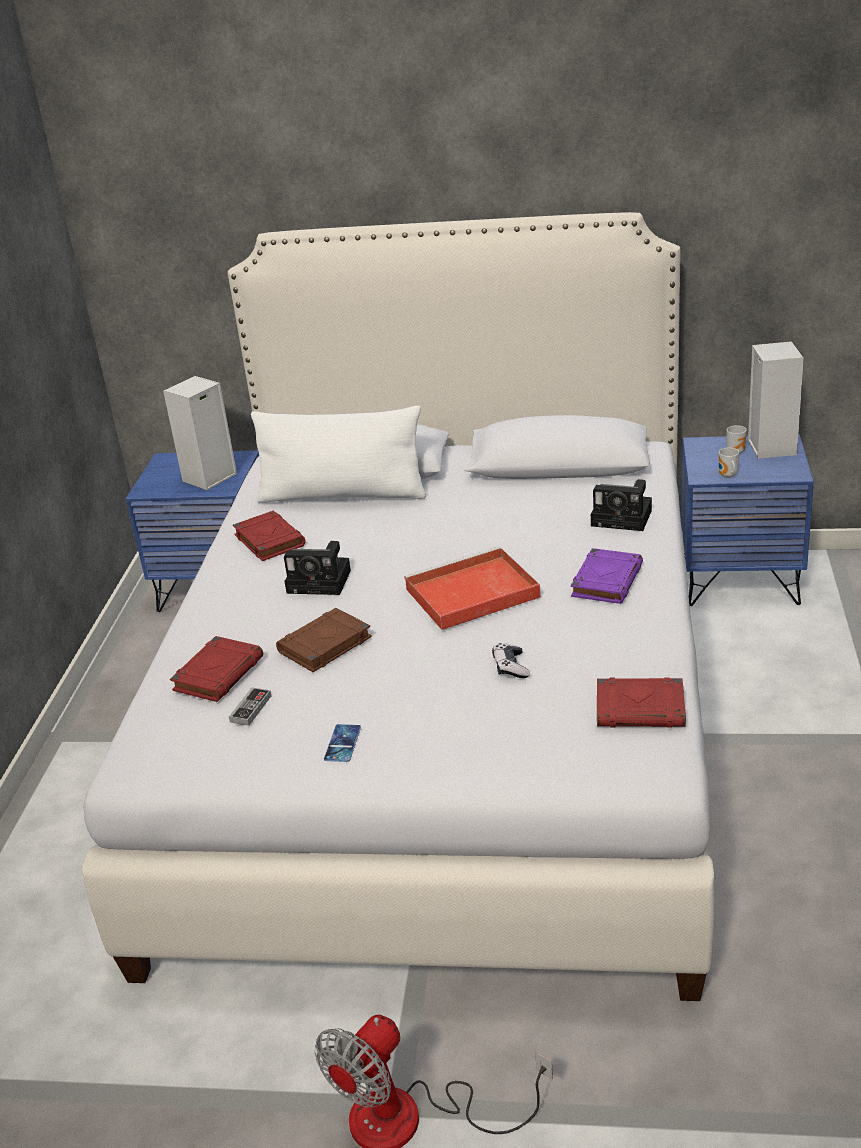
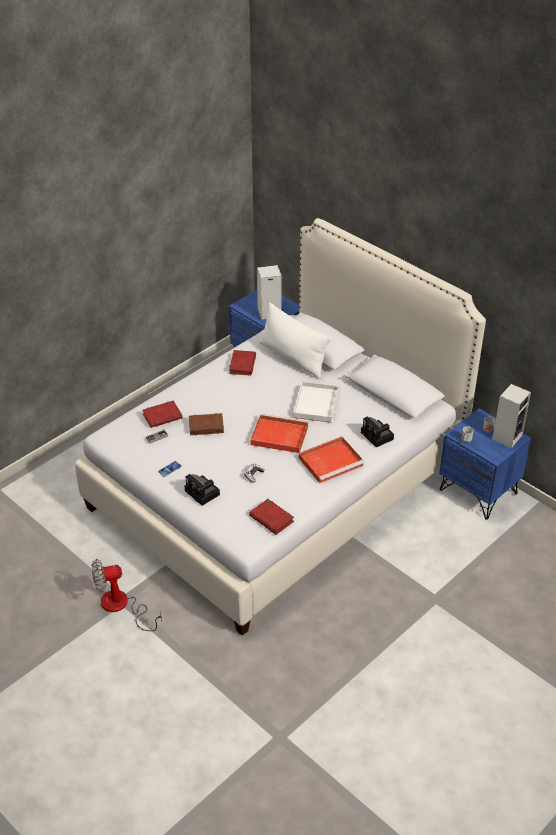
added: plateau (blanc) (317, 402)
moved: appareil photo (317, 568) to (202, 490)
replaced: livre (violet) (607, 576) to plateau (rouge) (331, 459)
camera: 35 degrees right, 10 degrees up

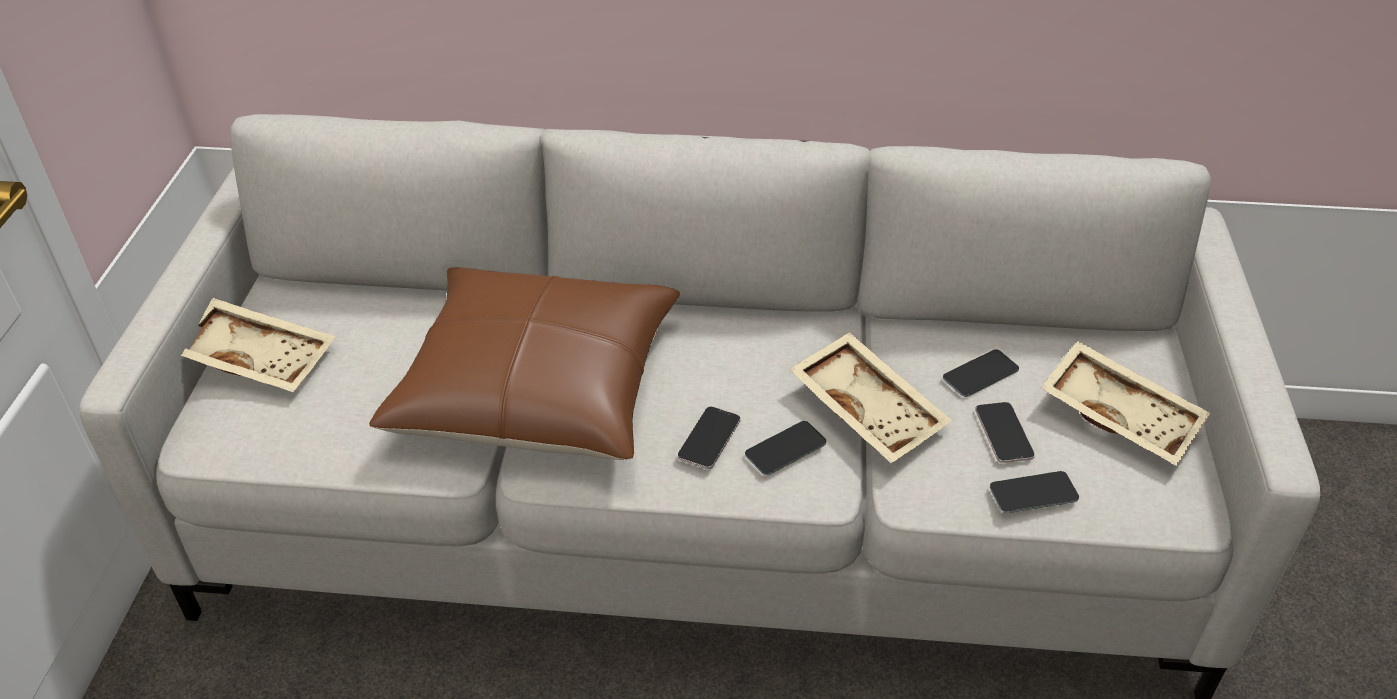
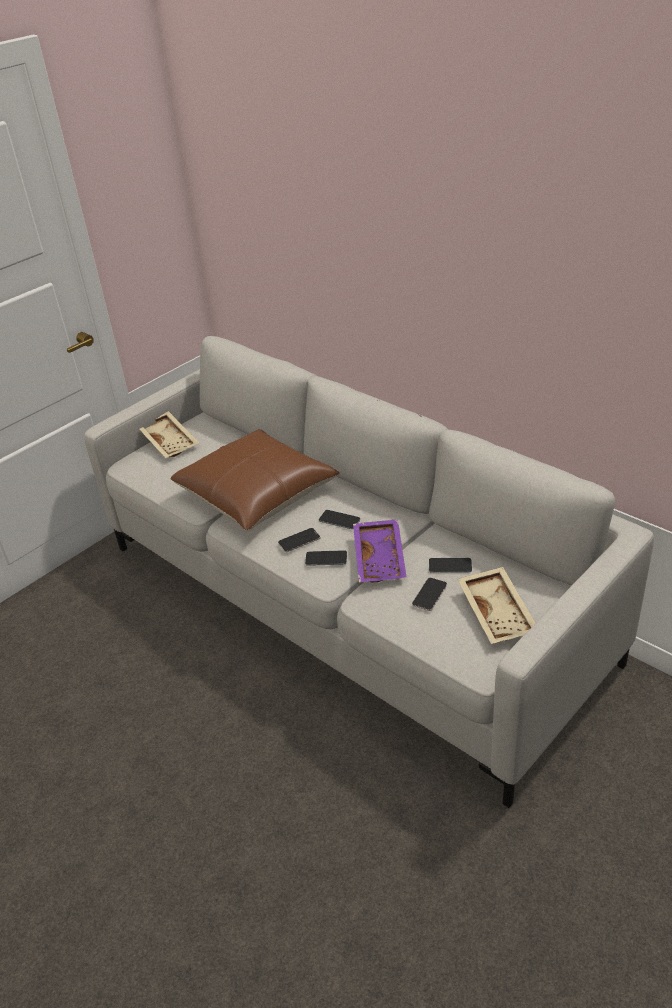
moved: téléphone (1034, 492) to (339, 519)
recoloured: plateau (beige) (870, 398) to plateau (violet) (380, 551)
camera: 40 degrees right, 5 degrees down

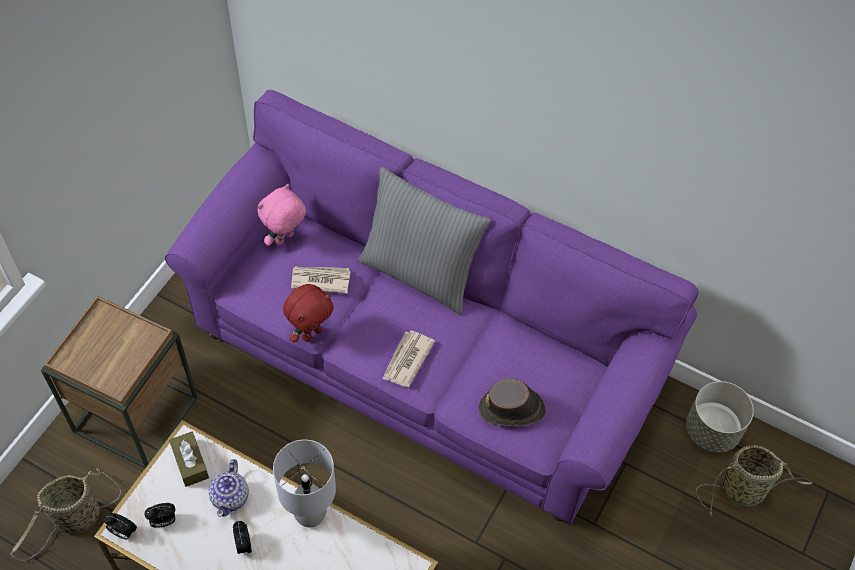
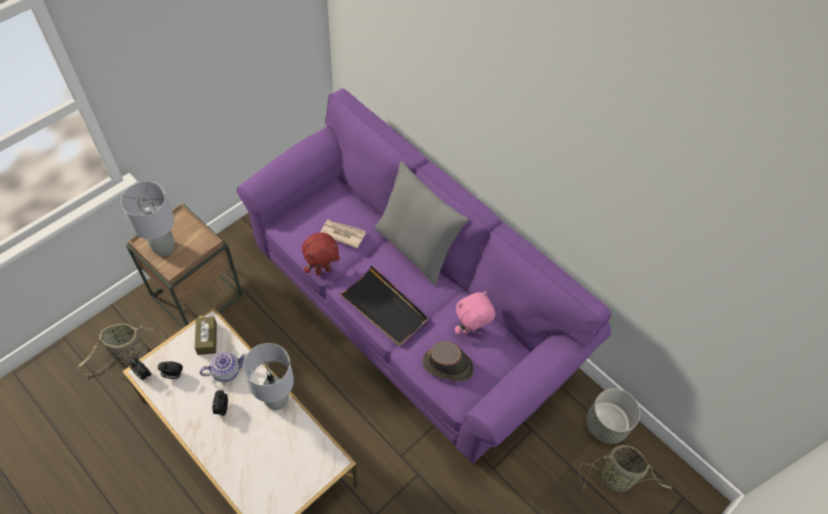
added: lampe de table (gris) (147, 218)
moved: peluche (rose) (281, 215) to (475, 312)
replaced: journal (408, 359) to plateau (noir) (383, 305)
turned: théière (228, 488) = (223, 367) 135 degrees counterclockwise
camera: 15 degrees right, 0 degrees up

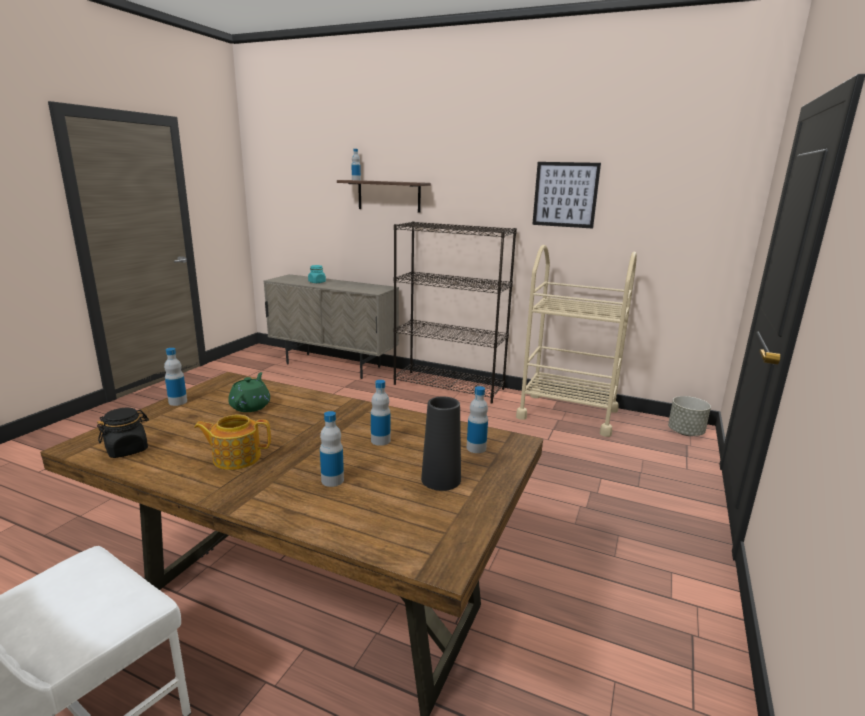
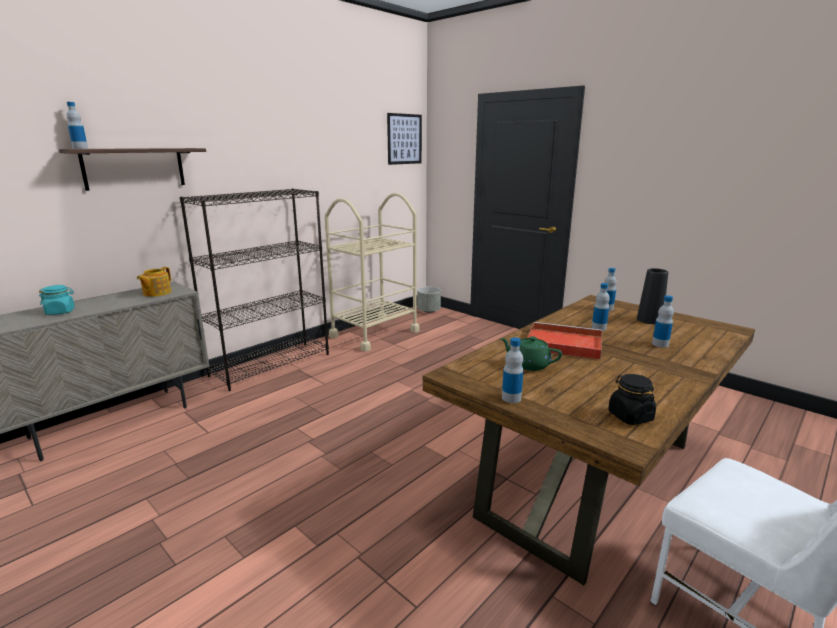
added: plateau (rouge) (564, 341)
moved: théière (232, 442) to (154, 282); tableau (566, 195) to (404, 139)
camera: 70 degrees left, 0 degrees up

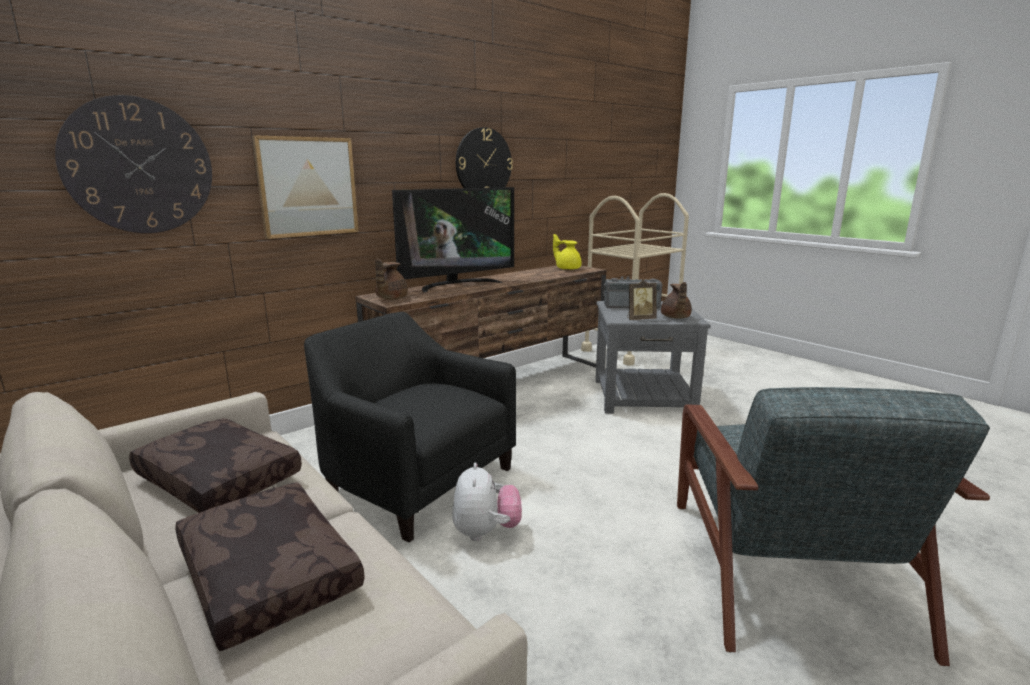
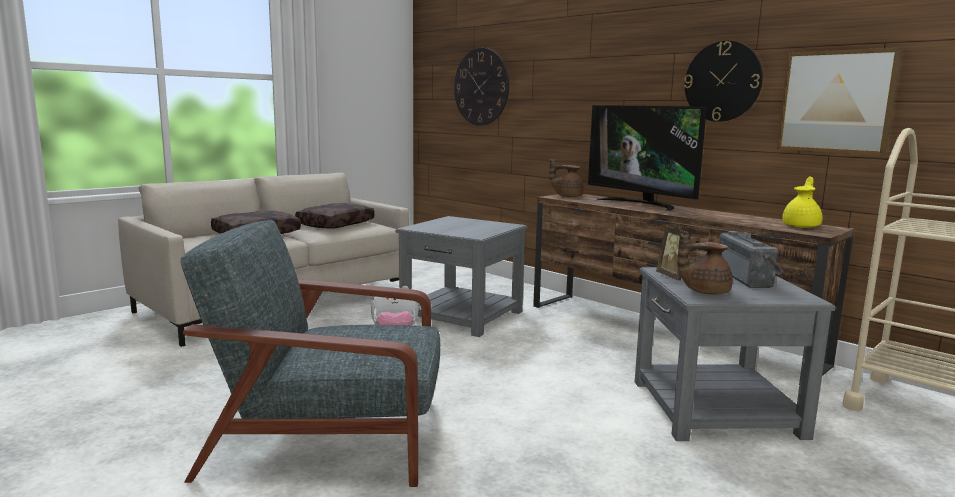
moved: tableau (305, 187) to (839, 101)
replaced: fauteuil (noir) (410, 427) to table d'appoint (gris) (461, 276)
camera: 85 degrees right, 5 degrees down

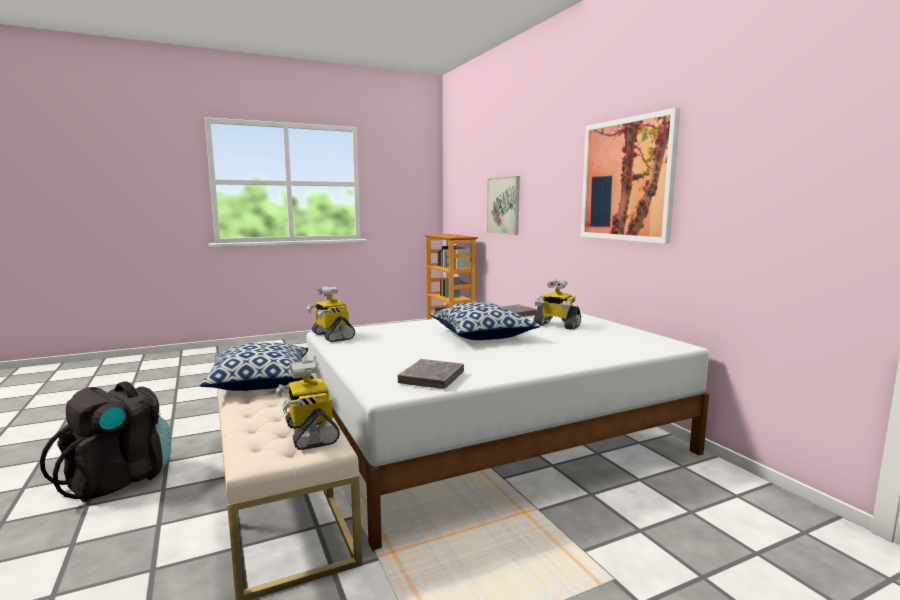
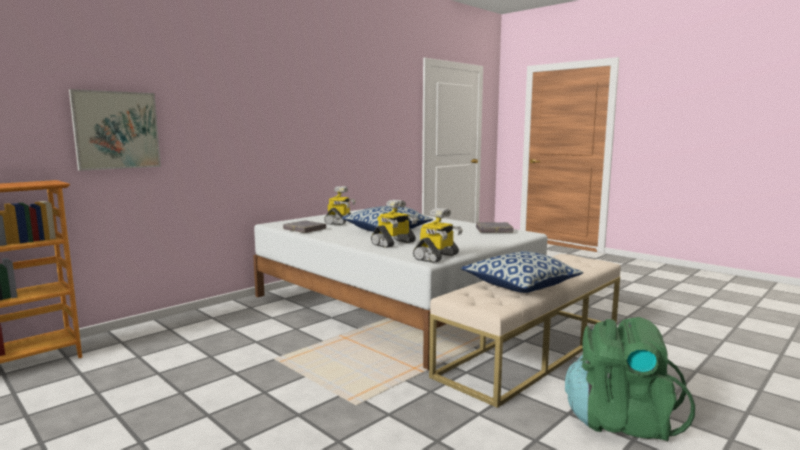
removed: tableau (630, 176)
moved: robot jouet (308, 405) to (394, 224)
recoloured: sac à dos (noir) (105, 442) to sac à dos (vert) (630, 379)
camera: 110 degrees left, 0 degrees up

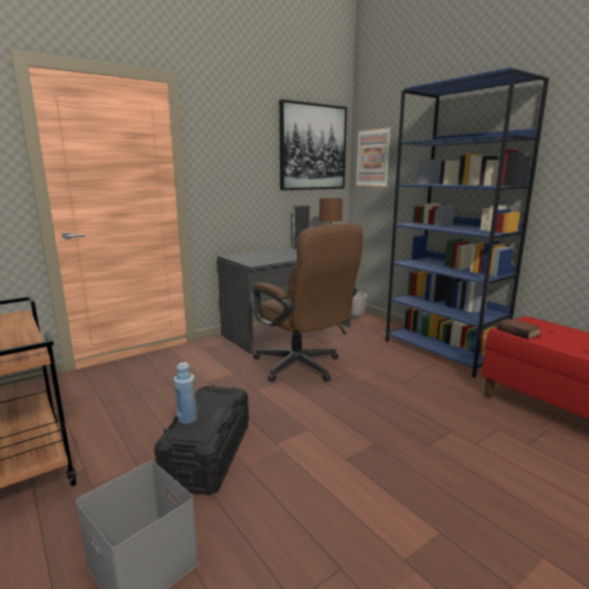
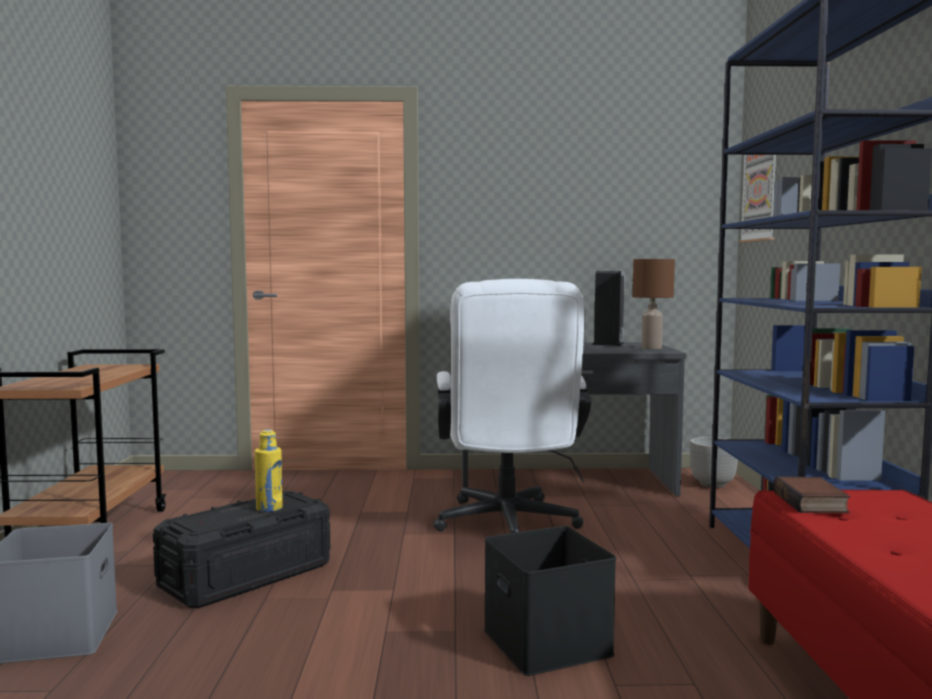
removed: bouteille (bleu) (186, 393); tableau (313, 144)
added: bouteille (jaune) (269, 470); boîte de rangement (noir) (550, 601)
recoloured: chaise de bureau (marron) (308, 303) to chaise de bureau (blanc) (512, 406)
camera: 35 degrees right, 10 degrees down

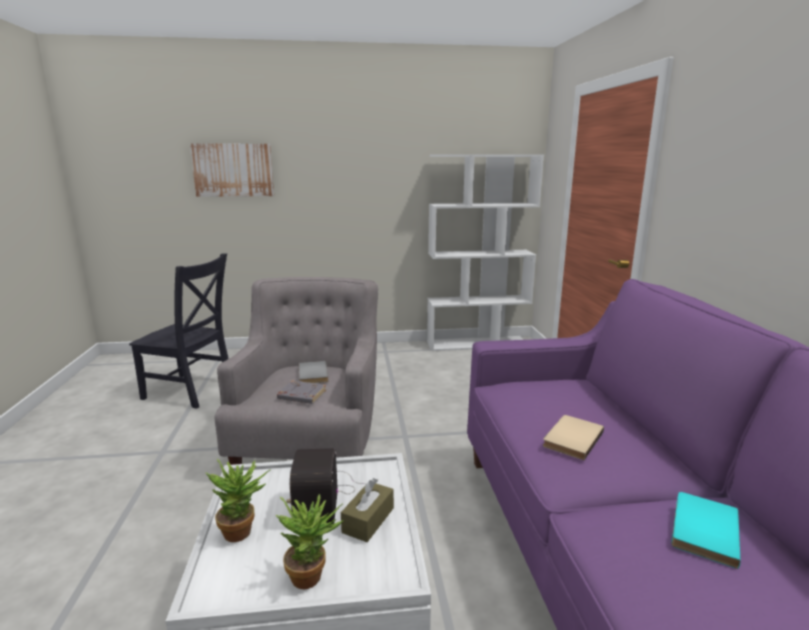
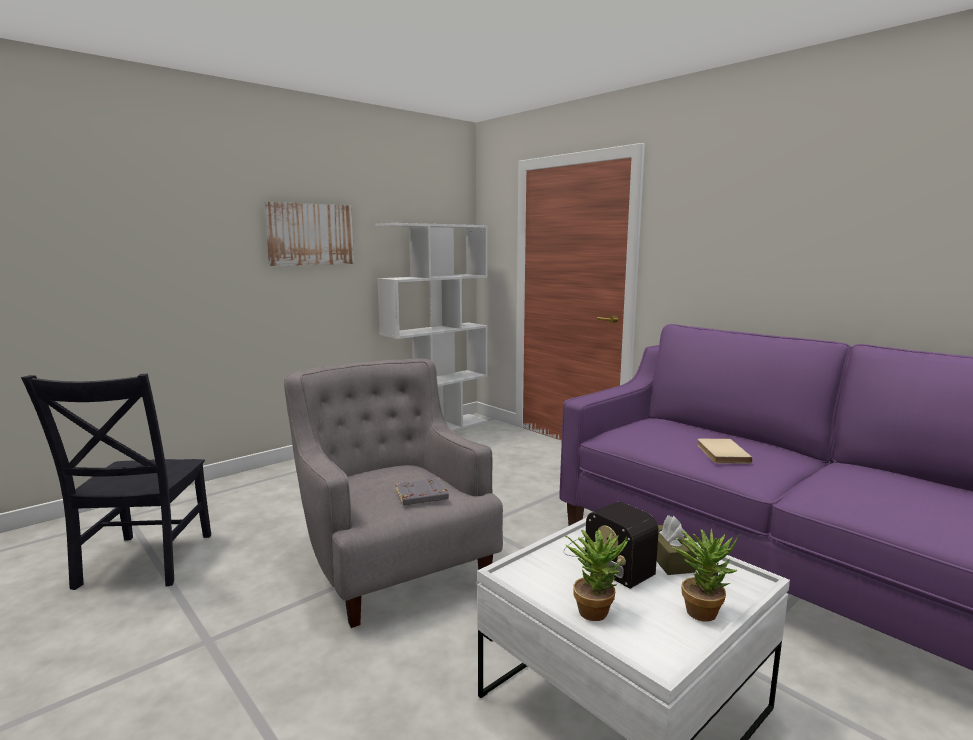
removed: livre (gris) (314, 372); livre (turquoise) (706, 530)
moved: tableau (232, 170) to (309, 234)
turned: chaise (noir) (179, 331) = (116, 482) 105 degrees clockwise
camera: 35 degrees left, 5 degrees down

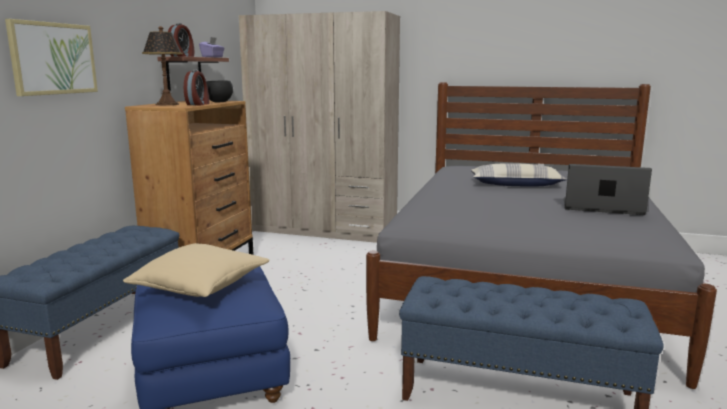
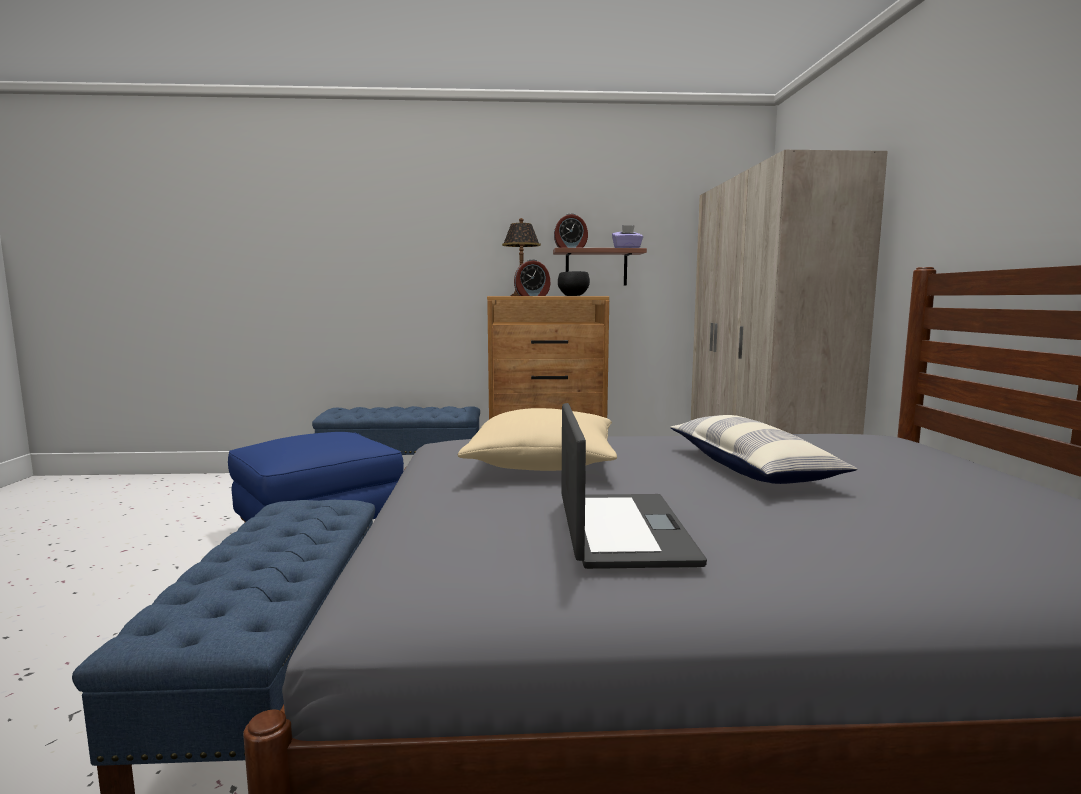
removed: tableau (51, 57)
moved: coussin (beige) (196, 270) to (537, 439)
camera: 70 degrees right, 5 degrees down

